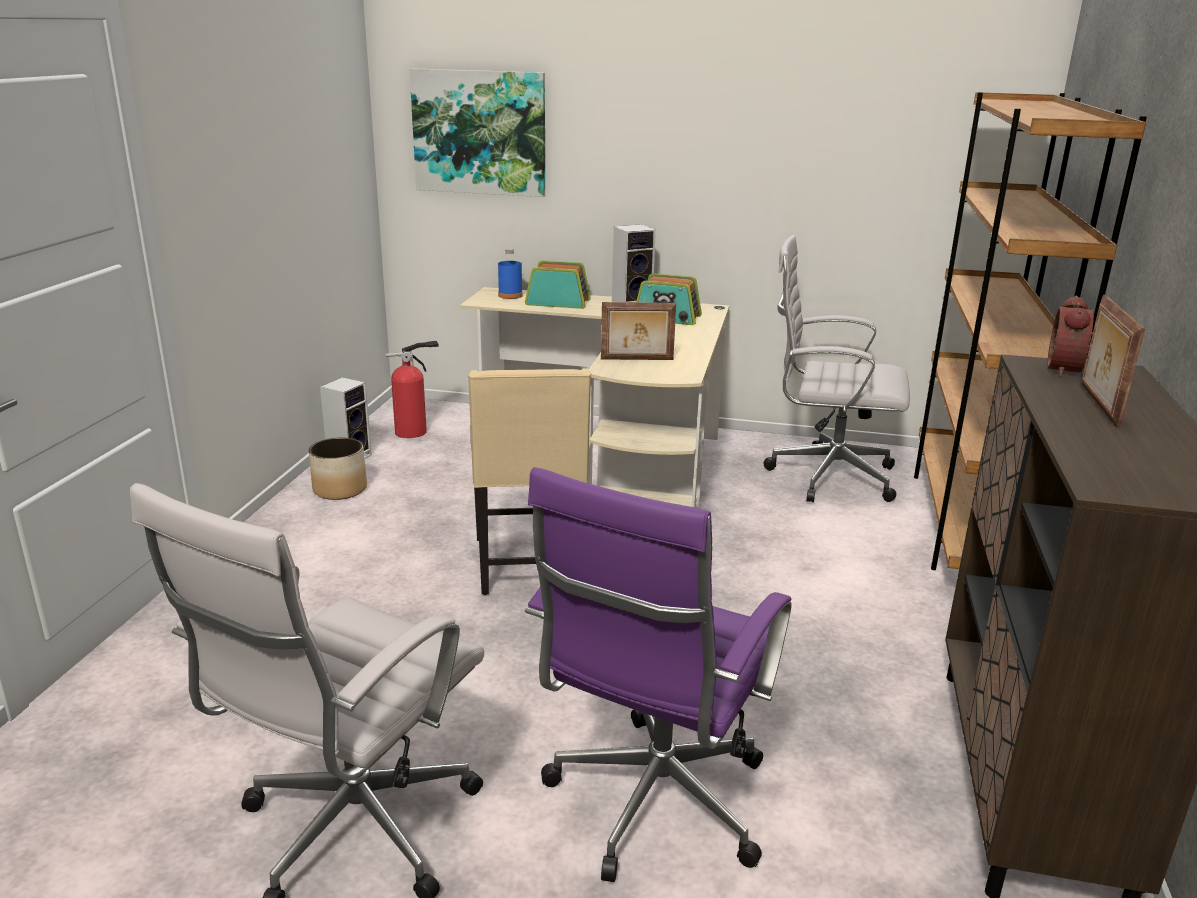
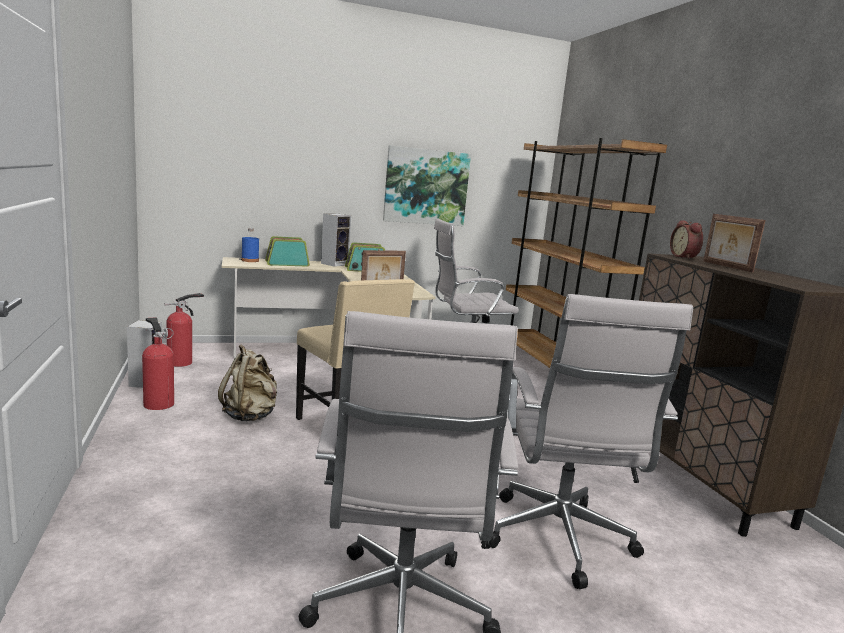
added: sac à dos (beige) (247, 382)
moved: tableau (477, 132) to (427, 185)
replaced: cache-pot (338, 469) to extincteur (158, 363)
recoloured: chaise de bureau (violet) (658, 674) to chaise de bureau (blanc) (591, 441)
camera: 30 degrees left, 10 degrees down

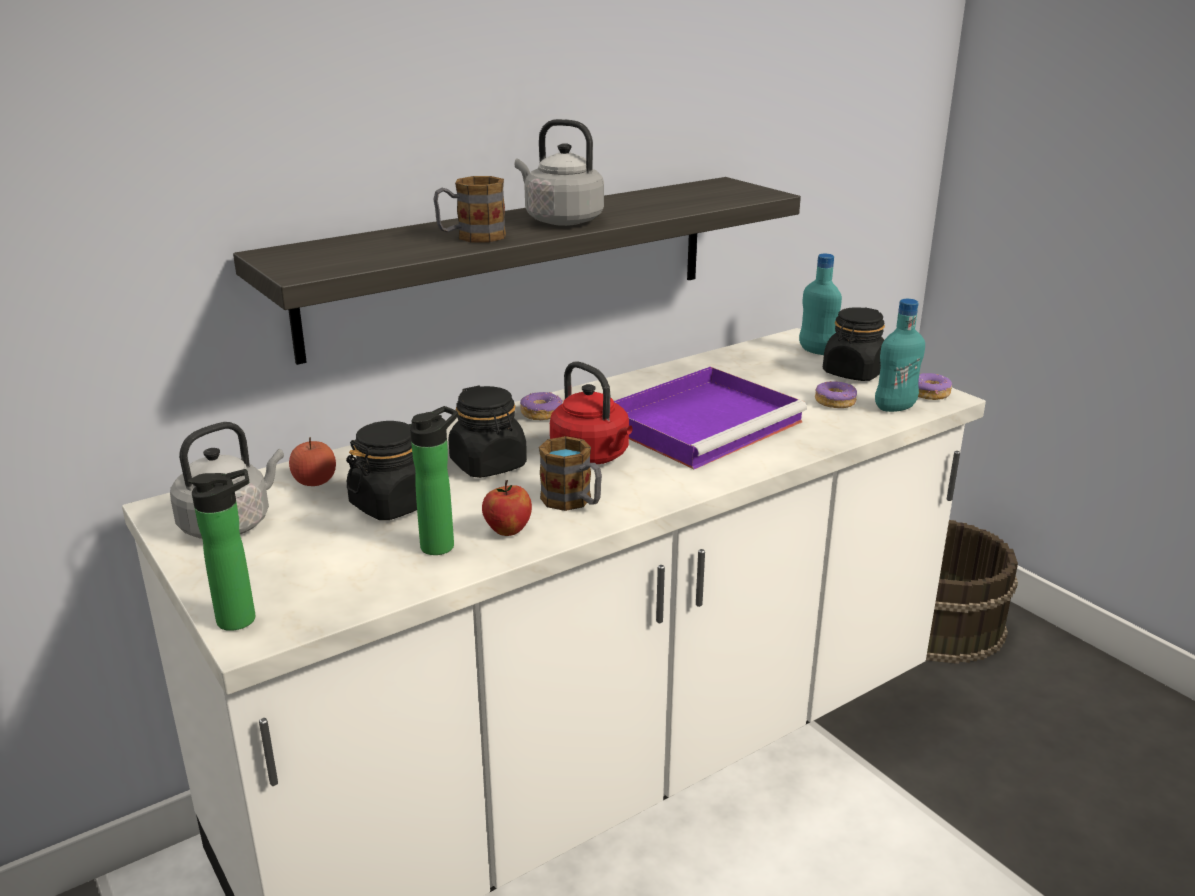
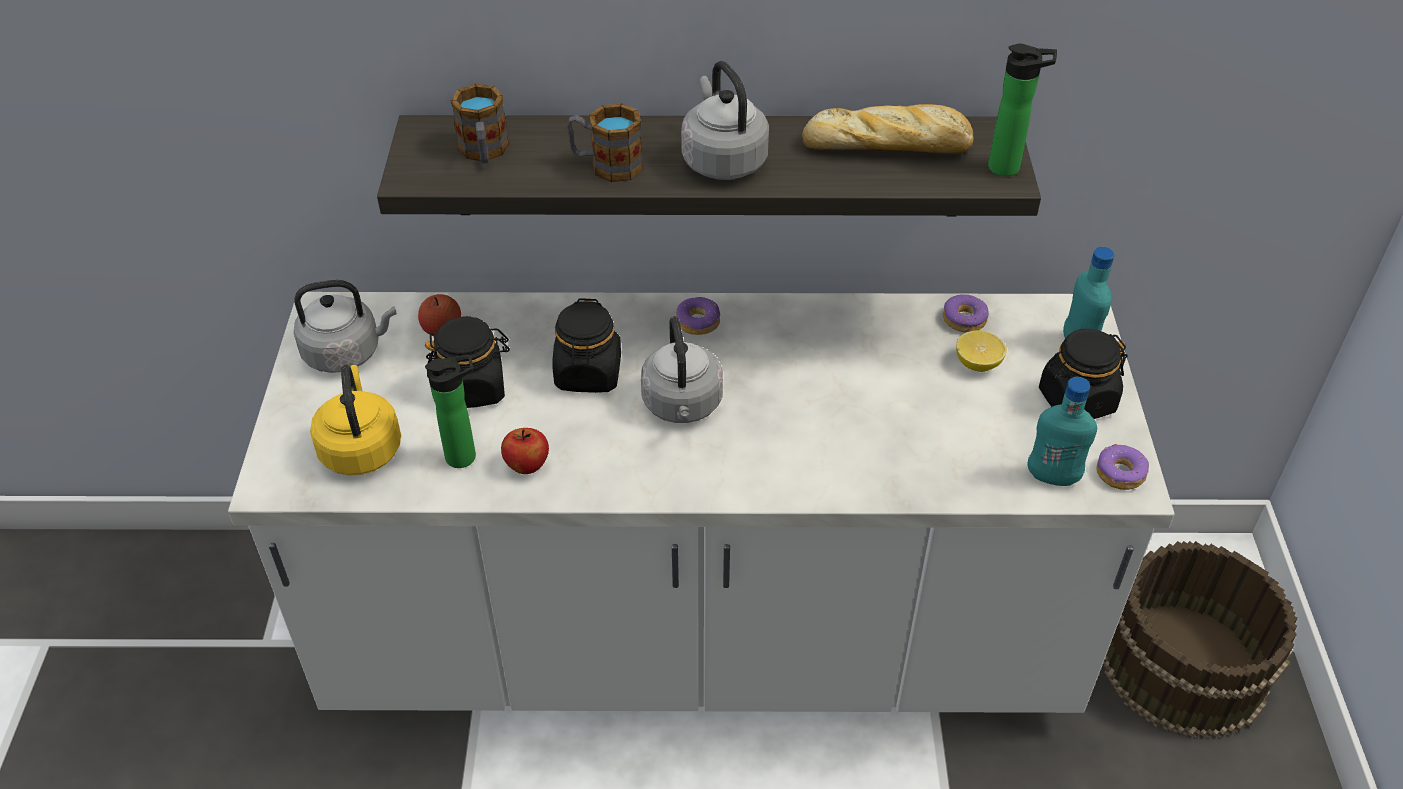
removed: plateau (violet) (710, 418)
added: bouilloire (jaune) (355, 420); pain (888, 129); citron (981, 351)
moved: bouteille (221, 550) to (1022, 110); mug (570, 473) to (479, 123); beignet (836, 394) to (966, 313)
recoloured: bouilloire (rouge) (591, 413) to bouilloire (gris) (682, 369)
camera: 35 degrees right, 20 degrees up

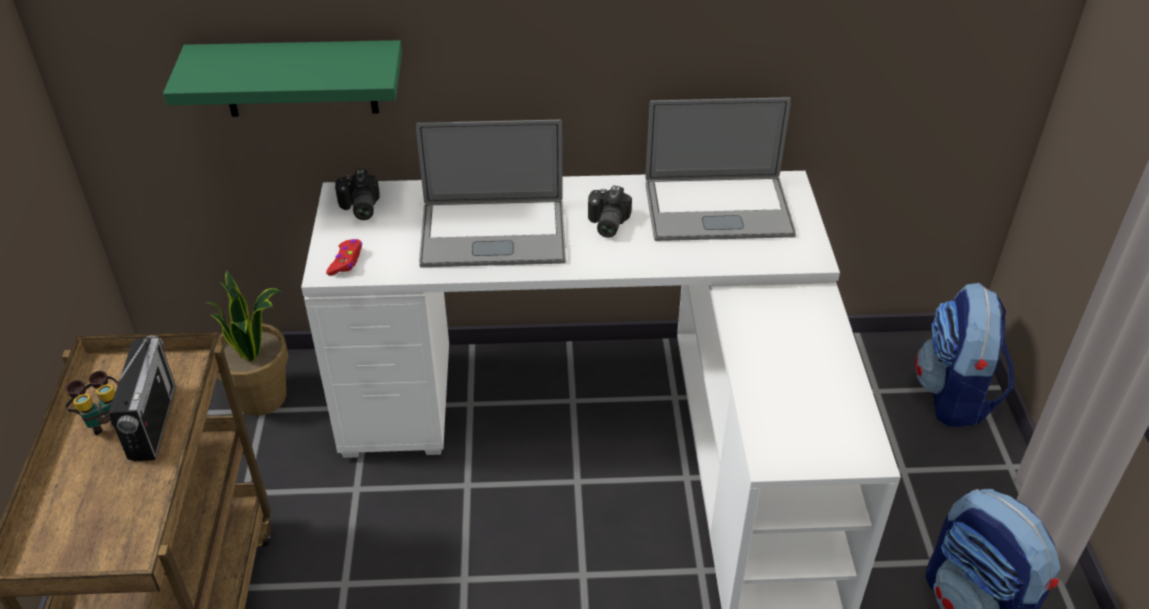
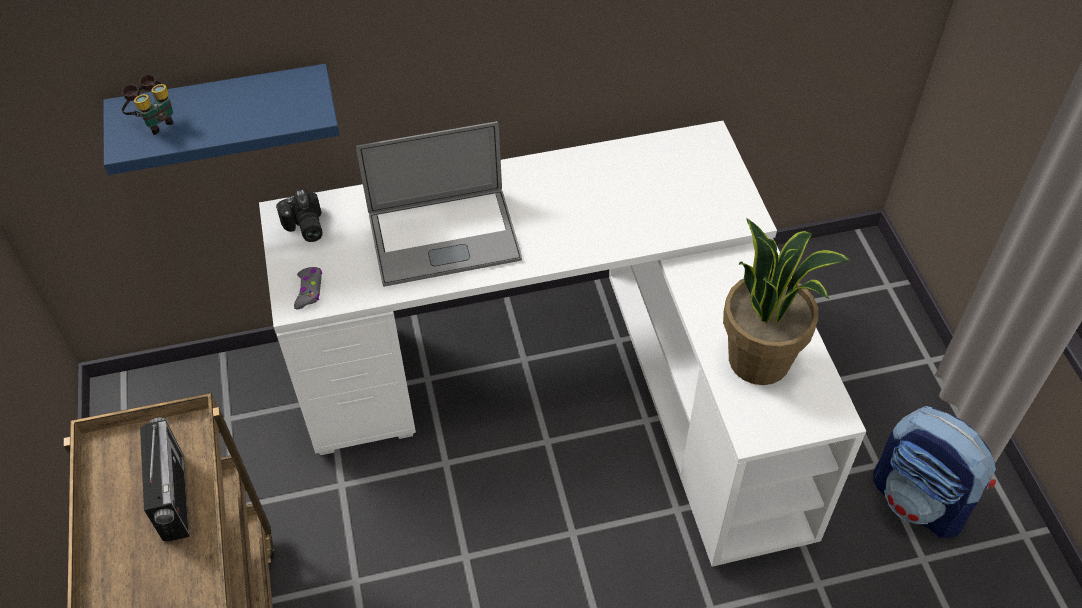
removed: appareil photo (610, 211); ordinateur portable (721, 169); sac à dos (964, 355)
moved: jumelles (91, 403) to (147, 104); plante en pot (246, 343) to (786, 301)
recoloured: étagère (vert) (282, 78) to étagère (bleu) (221, 119); manette (rouge) (344, 257) to manette (gris) (308, 288)
camera: 10 degrees left, 10 degrees up

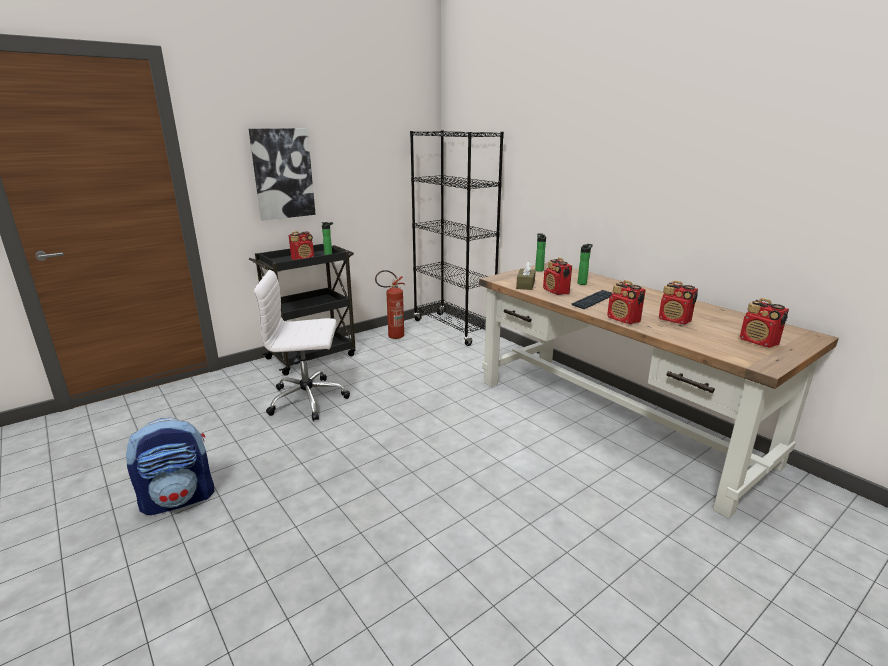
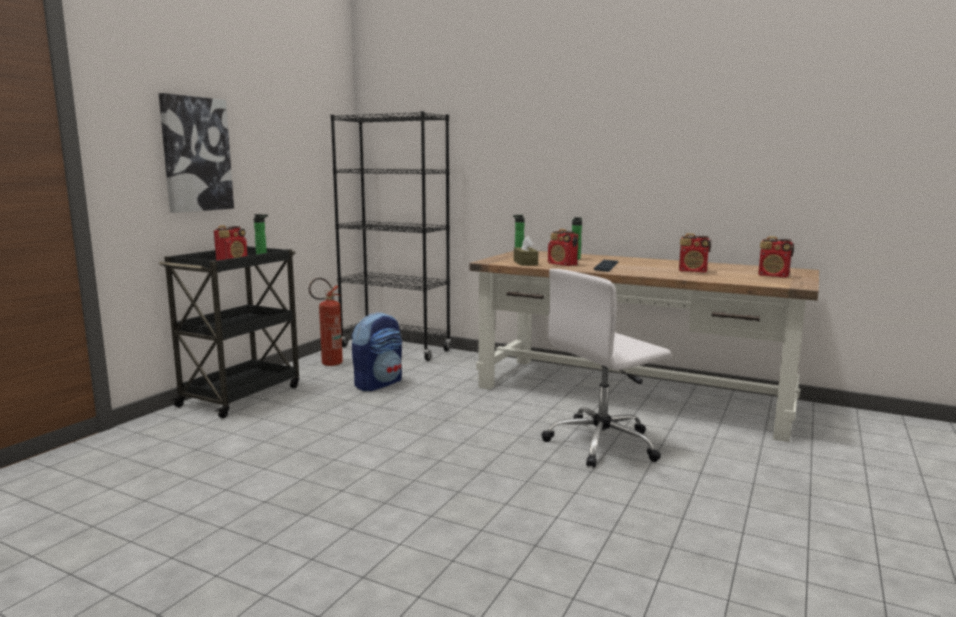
removed: radio (626, 302)
moved: sac à dos (170, 466) to (376, 351); chaise de bureau (blanc) (302, 345) to (606, 368)
camera: 25 degrees left, 10 degrees down

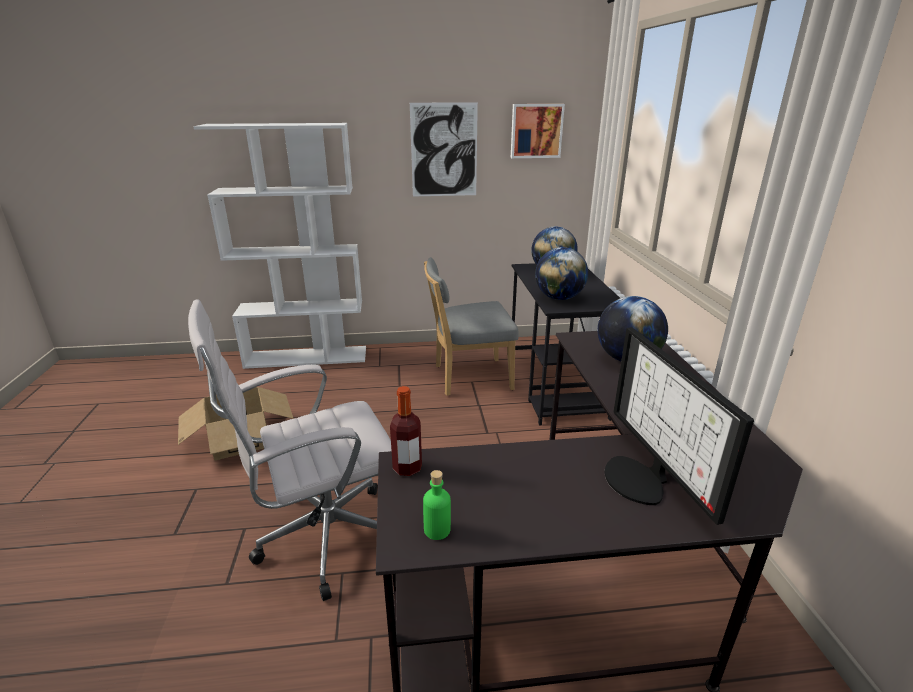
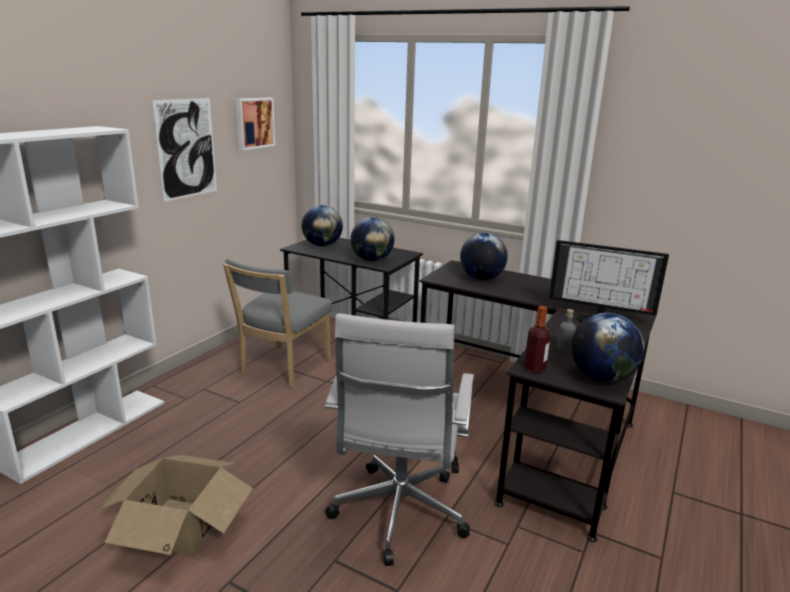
added: bouteille (gris) (566, 330)
replaced: bouteille (vert) (437, 505) to globe (608, 347)
camera: 55 degrees left, 5 degrees down

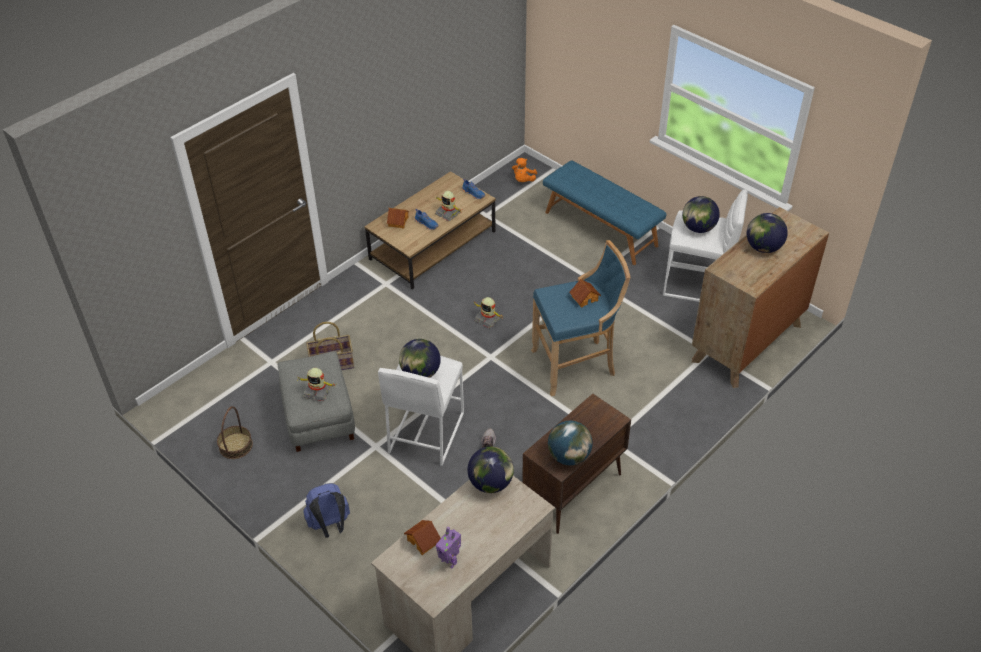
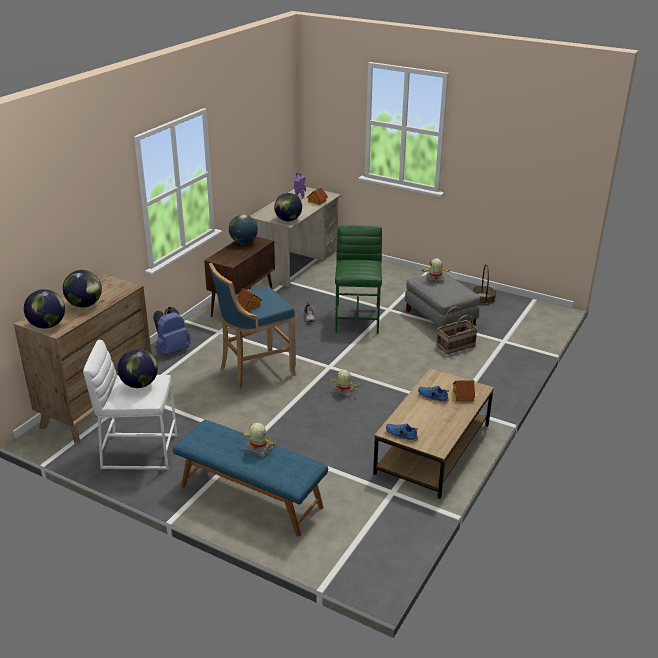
removed: peluche (orange) (524, 170)
moved: sac à dos (bleu) (326, 510) to (172, 331); globe (420, 358) to (44, 308); robot jouet (448, 206) to (258, 440)
recoloured: tabouret (blanc) (421, 411) to tabouret (vert) (358, 279)
camera: 165 degrees right, 15 degrees down

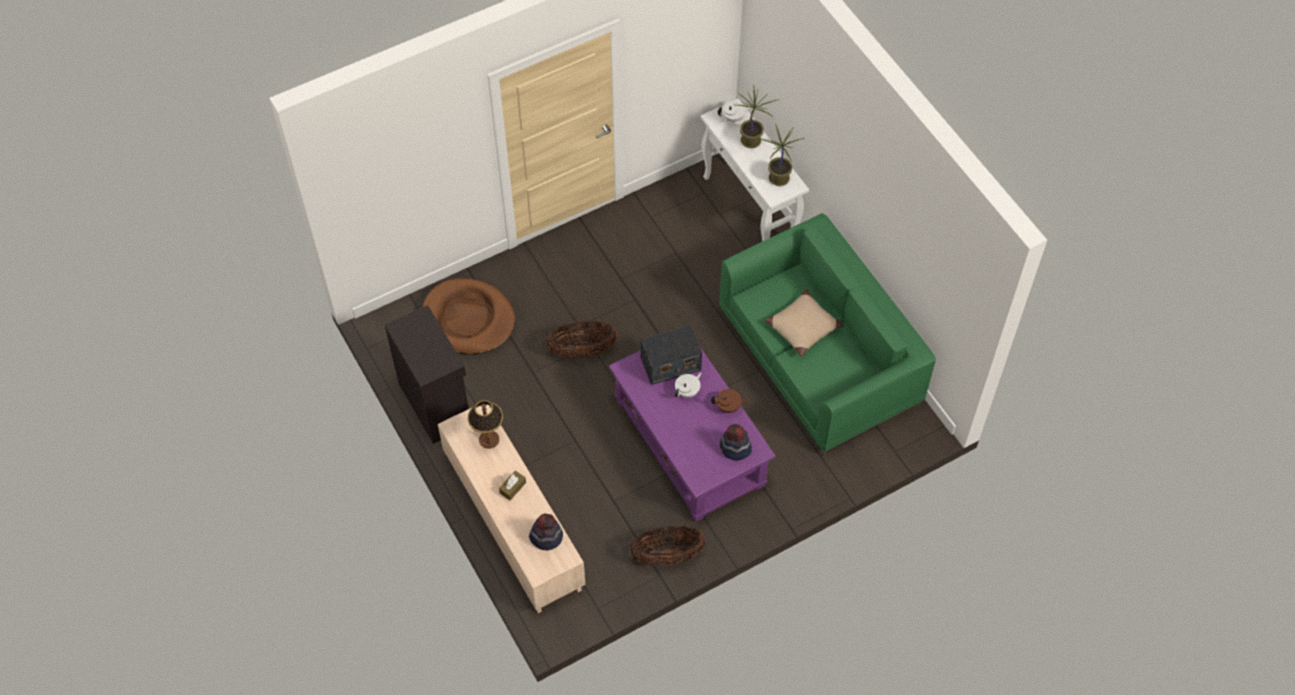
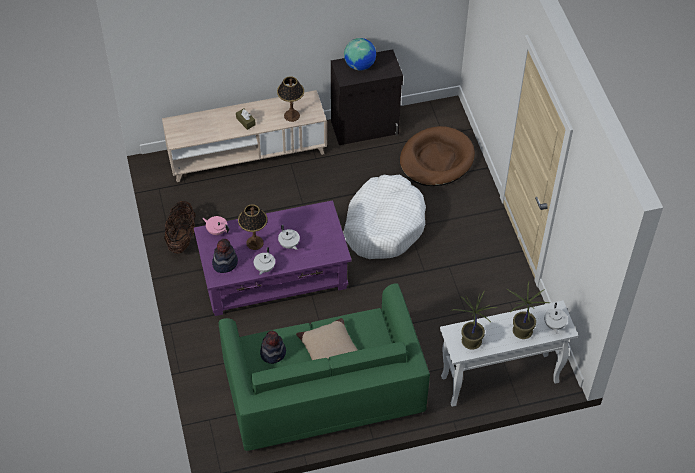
removed: radio (671, 355)
added: théière (rose) (215, 225); lampe de table (253, 227); globe (360, 54)
moved: chapeau (546, 531) to (273, 347)
replaced: panier (582, 339) to panier pour chien (blanc) (385, 217)
recoloured: théière (marron) (730, 401) to théière (blanc) (264, 261)
camera: 105 degrees right, 5 degrees down

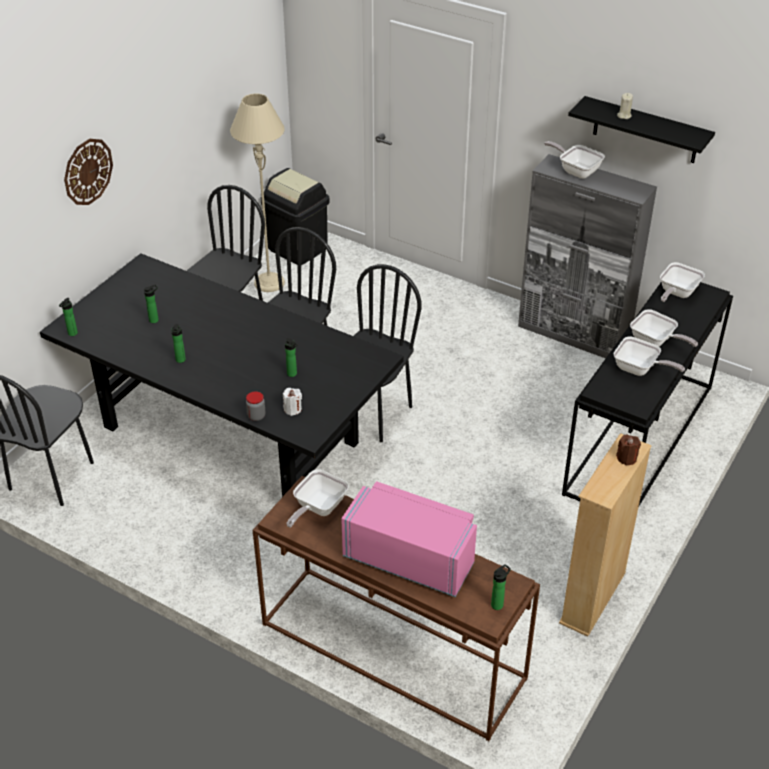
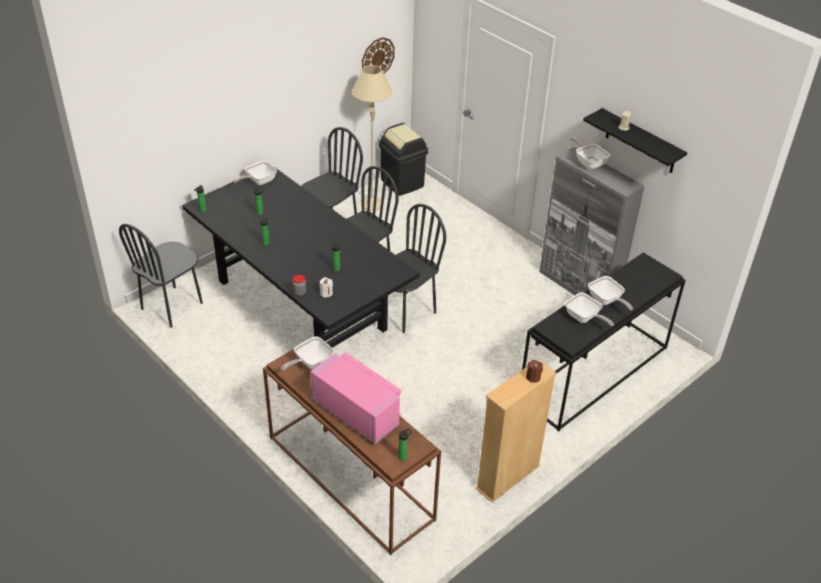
moved: horloge murale (88, 172) to (378, 55); poêle (682, 282) to (255, 173)
camera: 15 degrees right, 0 degrees up

